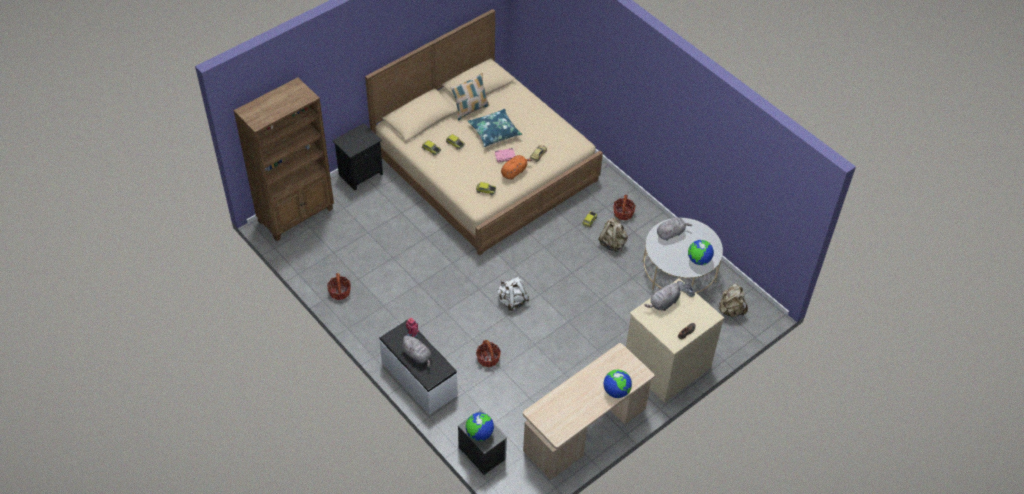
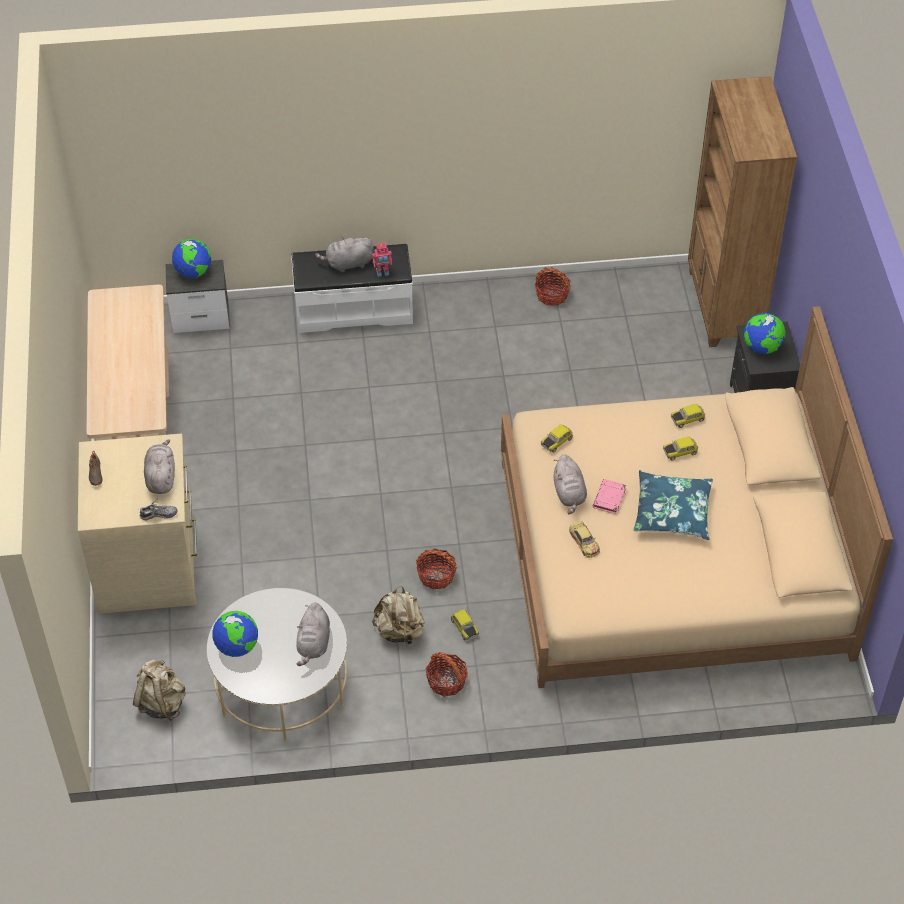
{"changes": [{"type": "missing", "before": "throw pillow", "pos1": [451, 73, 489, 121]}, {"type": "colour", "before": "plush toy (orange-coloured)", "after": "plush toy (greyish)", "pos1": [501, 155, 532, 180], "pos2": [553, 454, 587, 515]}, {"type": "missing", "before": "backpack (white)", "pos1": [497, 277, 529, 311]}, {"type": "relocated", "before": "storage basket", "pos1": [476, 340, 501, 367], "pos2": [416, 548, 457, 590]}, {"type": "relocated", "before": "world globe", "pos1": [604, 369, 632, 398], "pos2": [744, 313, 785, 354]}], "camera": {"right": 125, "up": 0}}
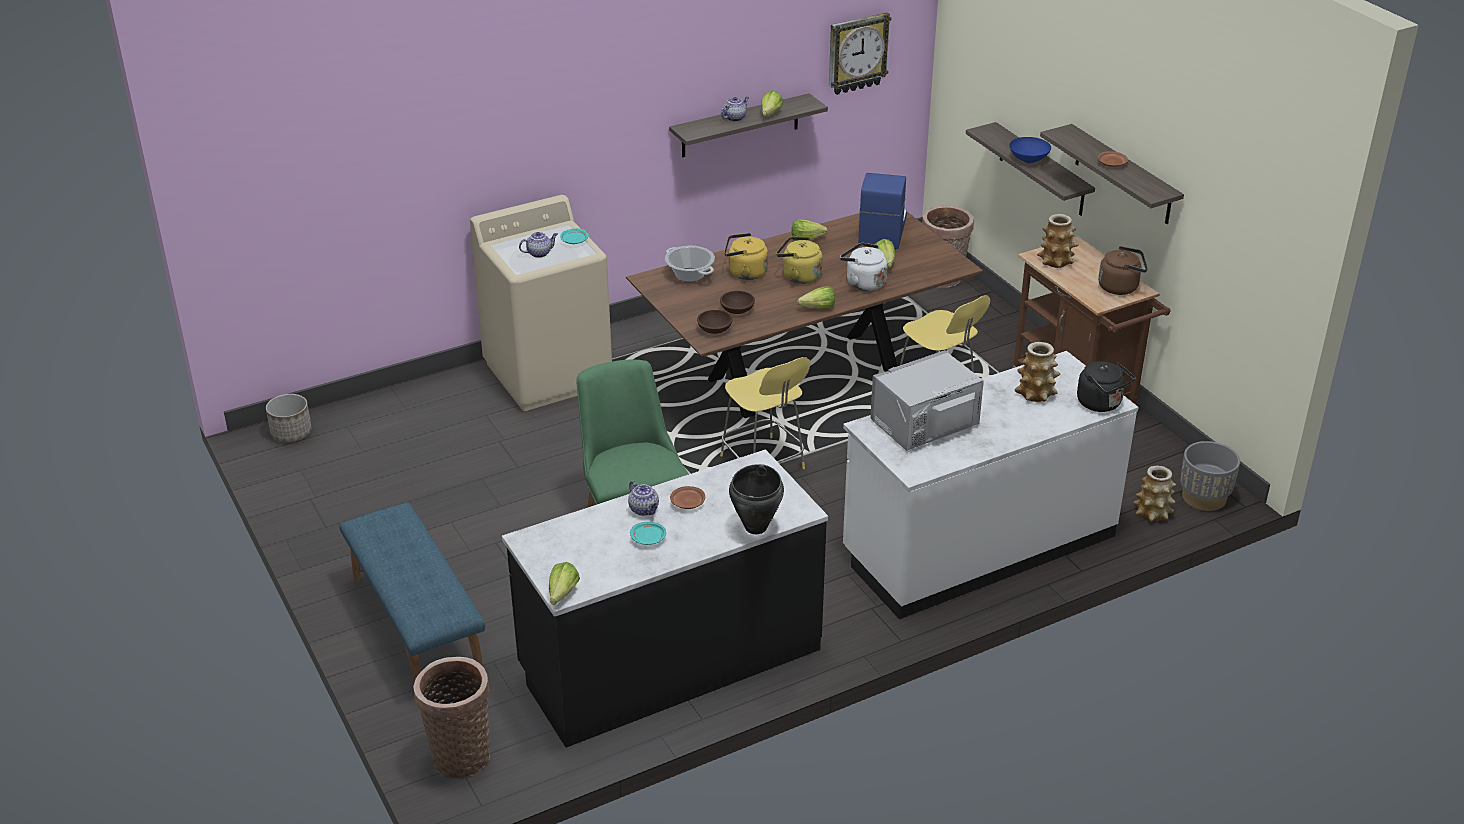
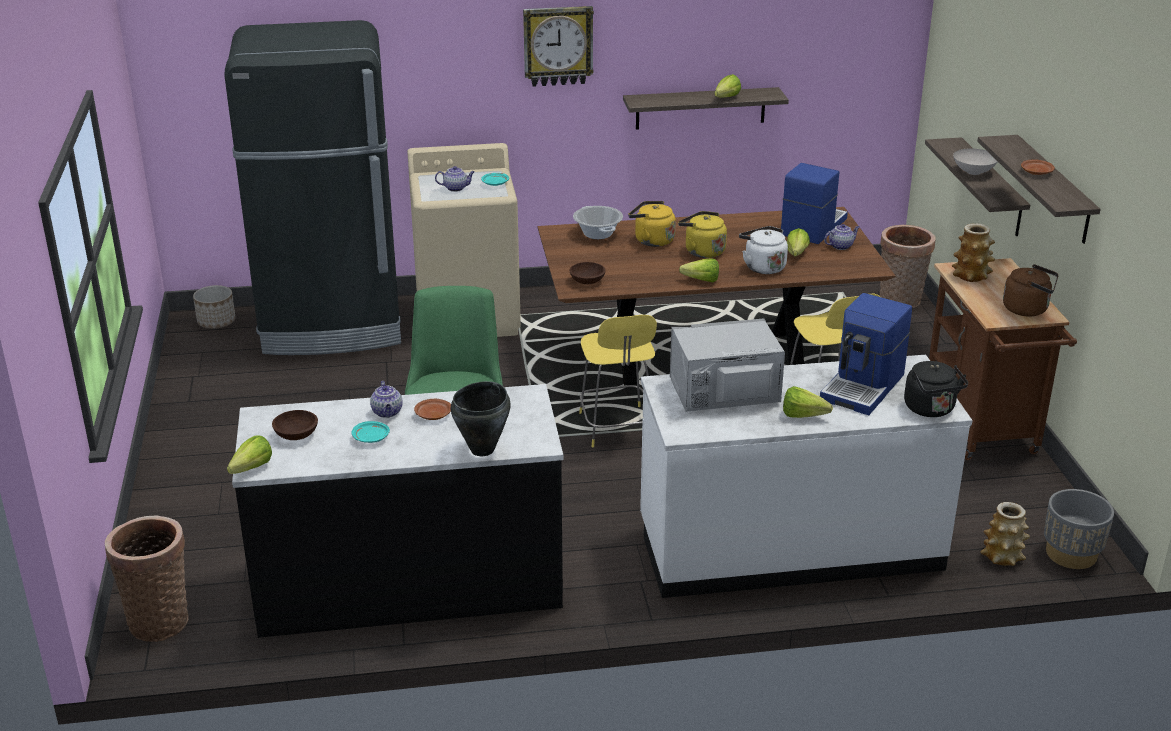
{"changes": [{"type": "relocated", "before": "clock on the wall", "pos1": [829, 12, 891, 95], "pos2": [523, 6, 594, 87]}, {"type": "relocated", "before": "tea pot", "pos1": [721, 97, 749, 122], "pos2": [824, 224, 860, 250]}, {"type": "colour", "before": "deep dish (blue-coloured)", "after": "deep dish (white)", "pos1": [1009, 137, 1051, 163], "pos2": [953, 148, 998, 175]}, {"type": "relocated", "before": "lettuce head", "pos1": [792, 219, 828, 241], "pos2": [783, 386, 833, 418]}, {"type": "relocated", "before": "deep dish (brown)", "pos1": [720, 291, 755, 314], "pos2": [272, 410, 318, 440]}, {"type": "exchanged", "before": "flower vase", "after": "coffee maker", "pos1": [1014, 342, 1060, 402], "pos2": [820, 293, 912, 415]}, {"type": "missing", "before": "bench (blue-coloured)", "pos1": [339, 502, 485, 682]}, {"type": "appeared", "after": "kitchen fridge (black)", "pos2": [224, 20, 401, 355]}], "camera": {"right": 20, "up": -5}}
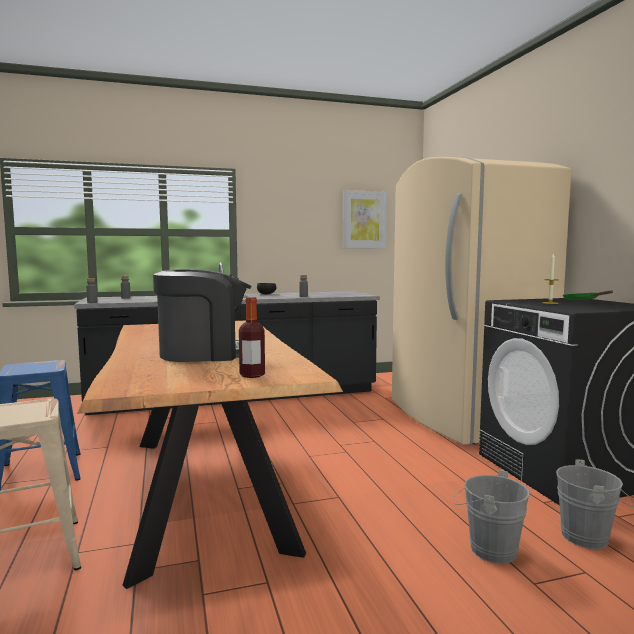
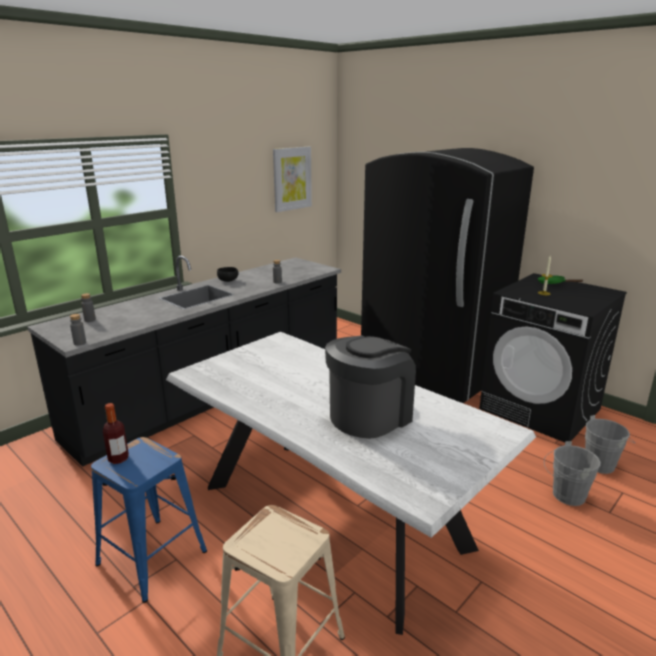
{"changes": [{"type": "colour", "before": "kitchen fridge (sand-coloured)", "after": "kitchen fridge (black)", "pos1": [392, 157, 571, 445], "pos2": [361, 148, 534, 403]}, {"type": "relocated", "before": "beverage bottle", "pos1": [239, 297, 265, 378], "pos2": [103, 403, 129, 464]}, {"type": "colour", "before": "dining table (brown)", "after": "dining table (white)", "pos1": [77, 320, 343, 589], "pos2": [166, 332, 536, 635]}], "camera": {"right": -30, "up": 15}}
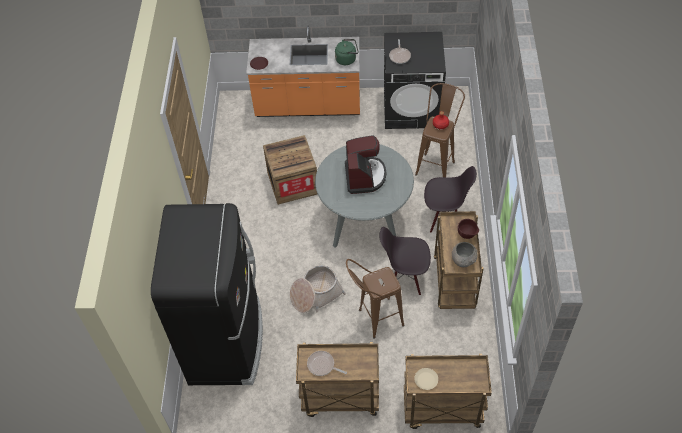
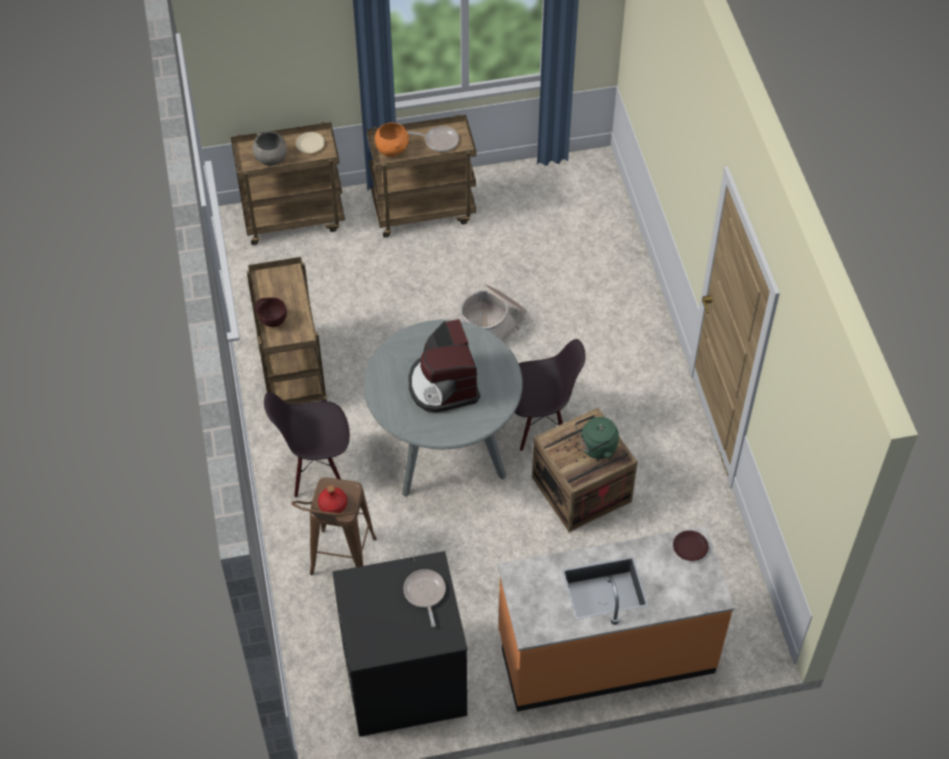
{"changes": [{"type": "relocated", "before": "tea kettle (greenish)", "pos1": [335, 39, 358, 65], "pos2": [575, 415, 619, 459]}, {"type": "missing", "before": "kitchen fridge (black)", "pos1": [151, 203, 263, 385]}, {"type": "relocated", "before": "upright chair (black)", "pos1": [379, 227, 431, 295], "pos2": [514, 339, 585, 452]}, {"type": "relocated", "before": "deep dish (greyish)", "pos1": [452, 242, 477, 267], "pos2": [252, 131, 287, 166]}, {"type": "missing", "before": "stool seat (brown)", "pos1": [346, 259, 404, 339]}, {"type": "appeared", "after": "deep dish (orange-coloured)", "pos2": [375, 123, 409, 157]}], "camera": {"right": 165, "up": 0}}
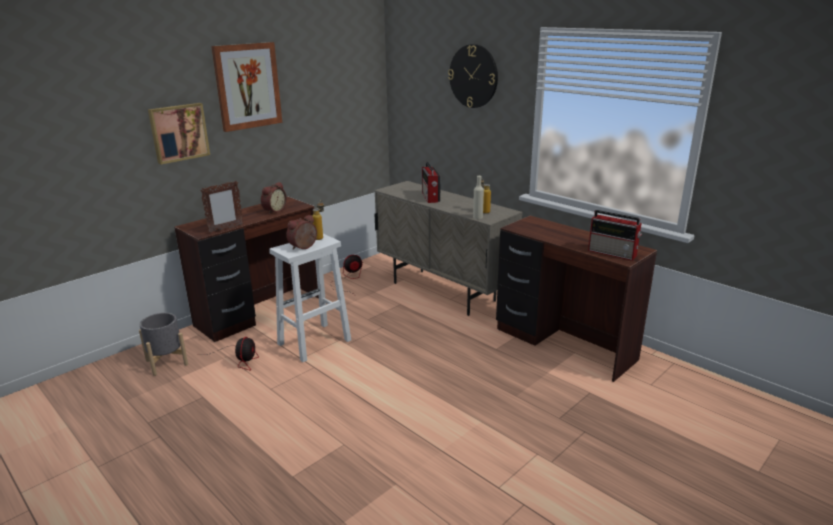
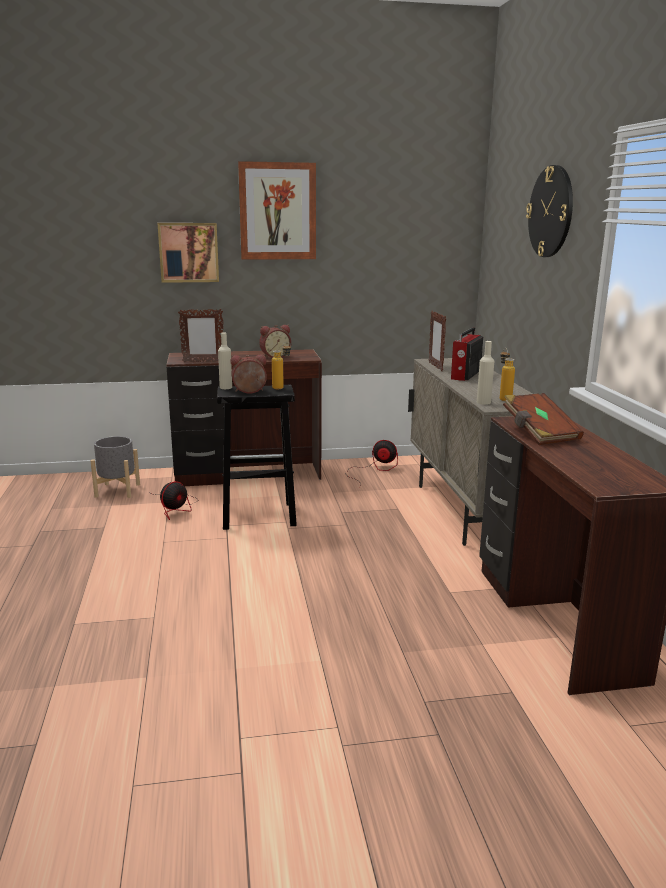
{"changes": [{"type": "missing", "before": "radio receiver", "pos1": [588, 210, 642, 261]}, {"type": "colour", "before": "stool seat (white)", "after": "stool seat (black)", "pos1": [269, 234, 351, 362], "pos2": [217, 385, 297, 530]}, {"type": "appeared", "after": "standing frame", "pos2": [429, 311, 446, 371]}, {"type": "appeared", "after": "beverage bottle (sand-coloured)", "pos2": [218, 332, 232, 389]}, {"type": "appeared", "after": "volume (brown)", "pos2": [503, 393, 584, 445]}], "camera": {"right": 35, "up": -5}}
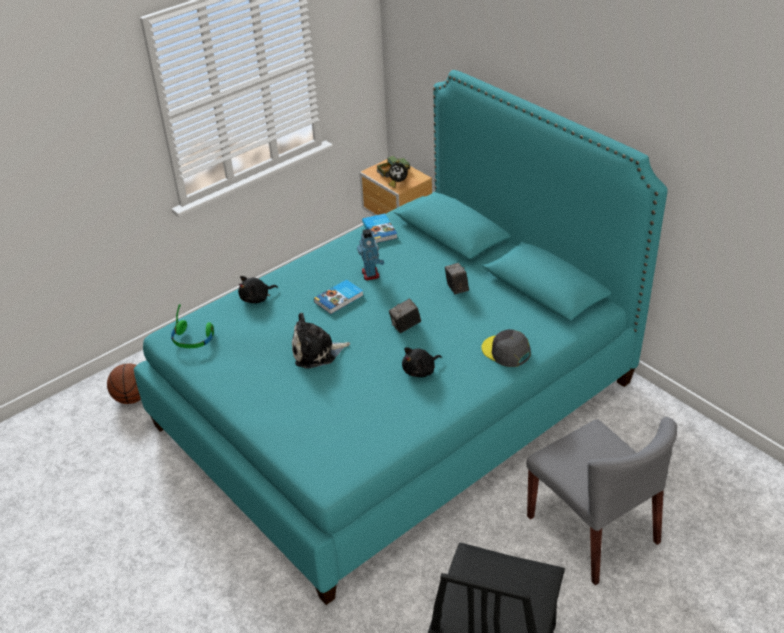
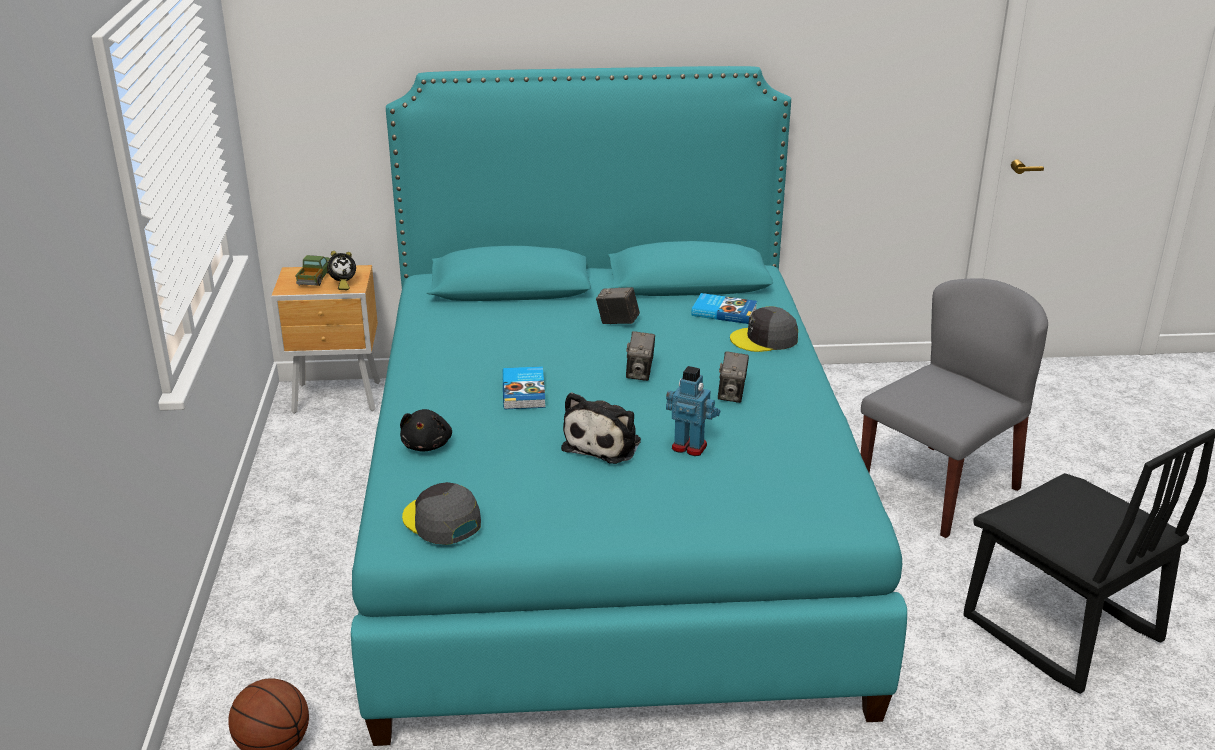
{"changes": [{"type": "relocated", "before": "volume", "pos1": [362, 213, 398, 243], "pos2": [692, 293, 757, 324]}, {"type": "relocated", "before": "toy robot", "pos1": [357, 229, 384, 281], "pos2": [666, 366, 720, 456]}, {"type": "exchanged", "before": "headphones (greenish)", "after": "peaked cap (greyish)", "pos1": [171, 304, 214, 348], "pos2": [402, 482, 481, 545]}, {"type": "exchanged", "before": "plush toy (black)", "after": "photo camera", "pos1": [402, 347, 442, 377], "pos2": [718, 351, 749, 403]}, {"type": "spun", "before": "upright chair (greyish)", "pos1": [526, 417, 677, 585], "pos2": [861, 278, 1048, 538], "turn": -45}], "camera": {"right": -55, "up": -10}}
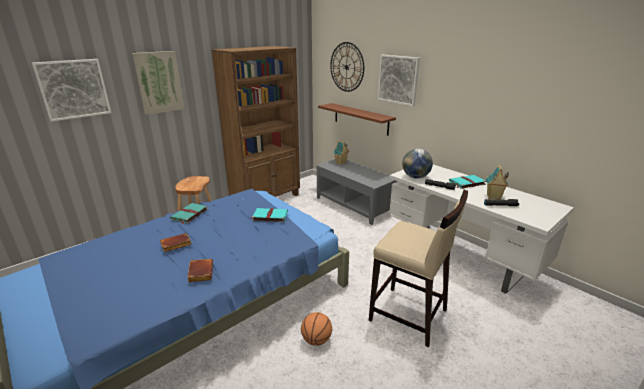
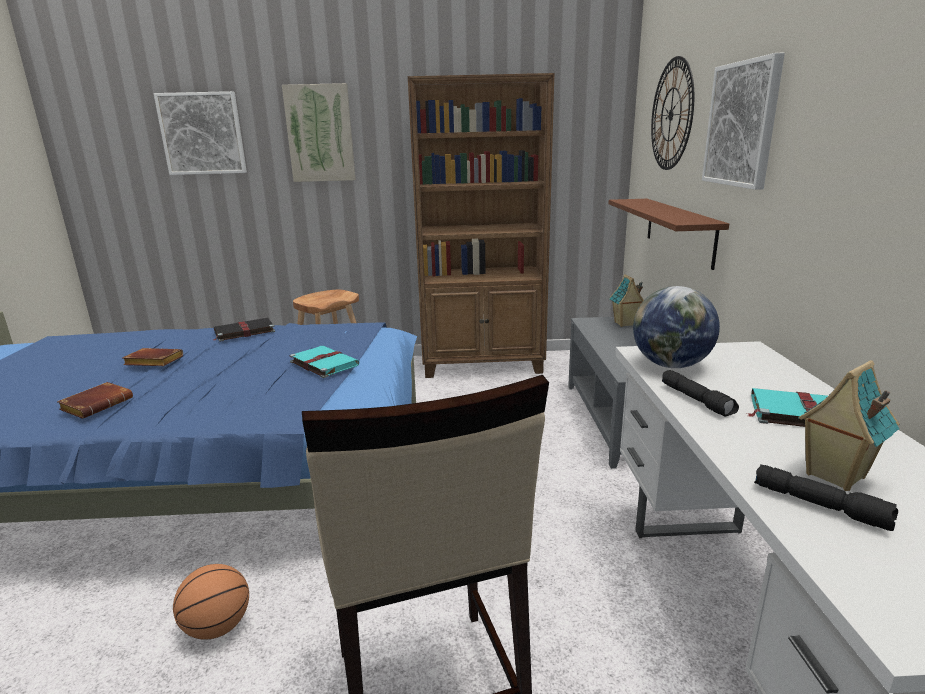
{"changes": [{"type": "colour", "before": "volume (turquoise-coloured)", "after": "volume (black)", "pos1": [170, 203, 208, 224], "pos2": [212, 318, 275, 342]}], "camera": {"right": 40, "up": -5}}
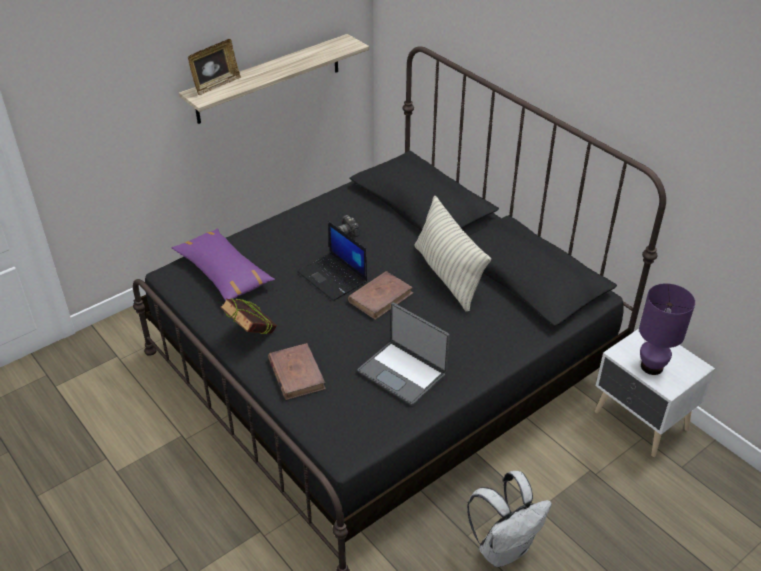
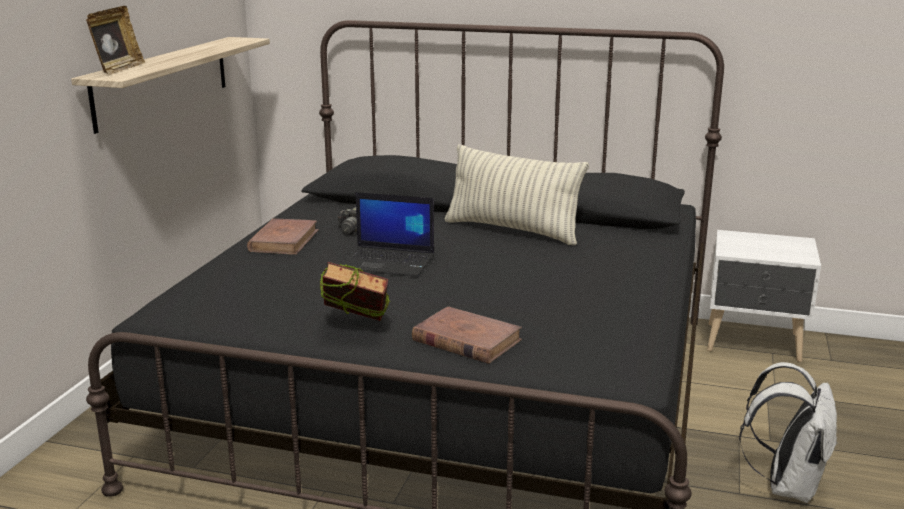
{"changes": [{"type": "missing", "before": "throw pillow (purple-coloured)", "pos1": [172, 229, 275, 301]}, {"type": "relocated", "before": "volume (brown)", "pos1": [348, 271, 413, 320], "pos2": [247, 218, 319, 255]}, {"type": "missing", "before": "lamp for a table (purple-coloured)", "pos1": [639, 283, 695, 375]}, {"type": "missing", "before": "notebook computer", "pos1": [357, 303, 450, 406]}], "camera": {"right": -35, "up": -20}}
